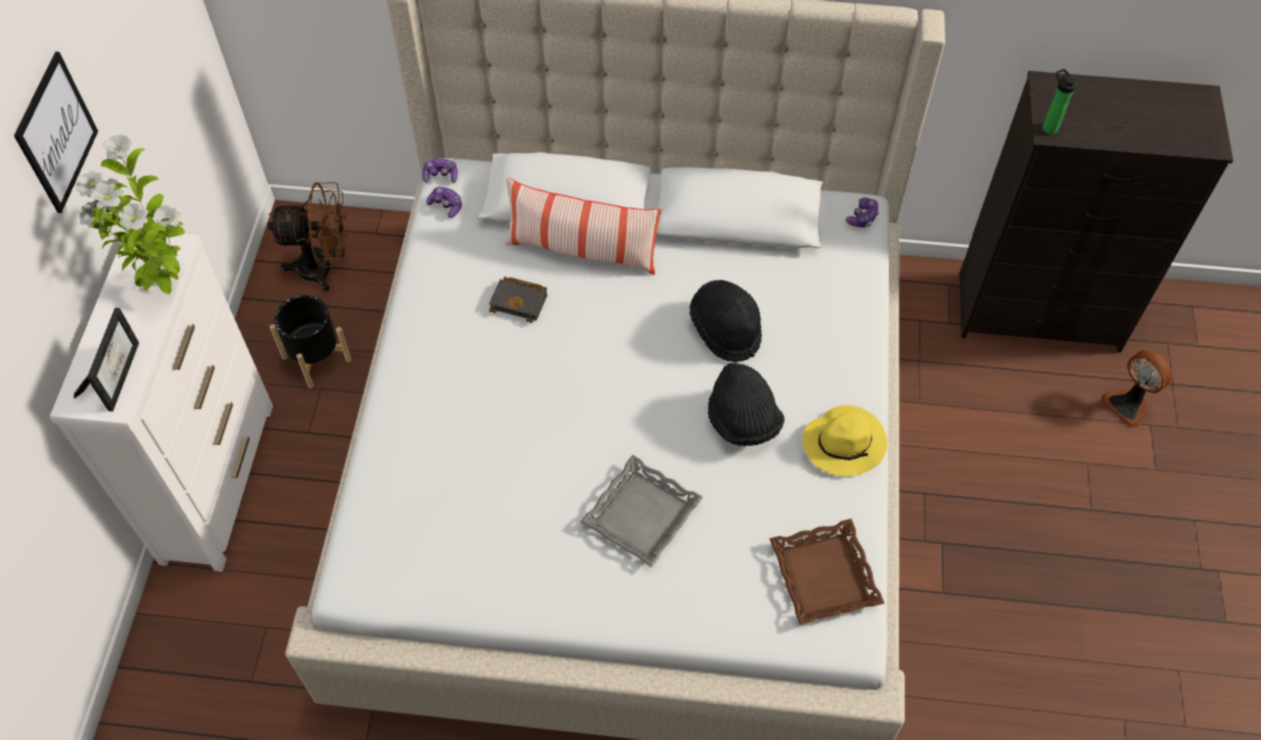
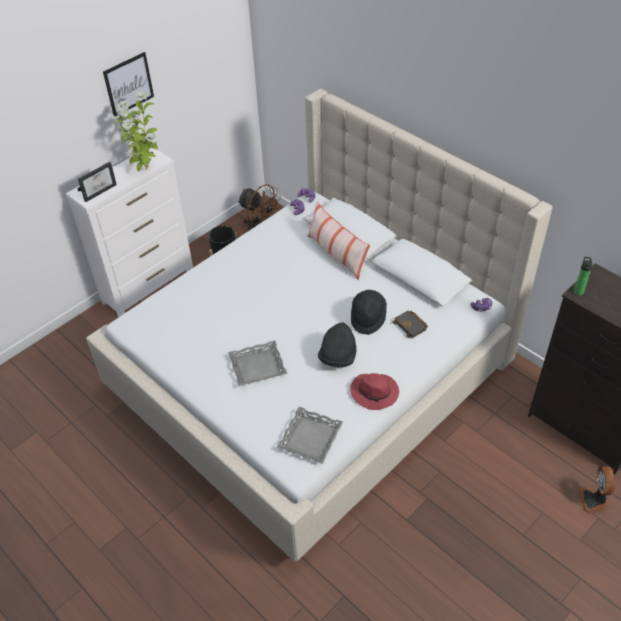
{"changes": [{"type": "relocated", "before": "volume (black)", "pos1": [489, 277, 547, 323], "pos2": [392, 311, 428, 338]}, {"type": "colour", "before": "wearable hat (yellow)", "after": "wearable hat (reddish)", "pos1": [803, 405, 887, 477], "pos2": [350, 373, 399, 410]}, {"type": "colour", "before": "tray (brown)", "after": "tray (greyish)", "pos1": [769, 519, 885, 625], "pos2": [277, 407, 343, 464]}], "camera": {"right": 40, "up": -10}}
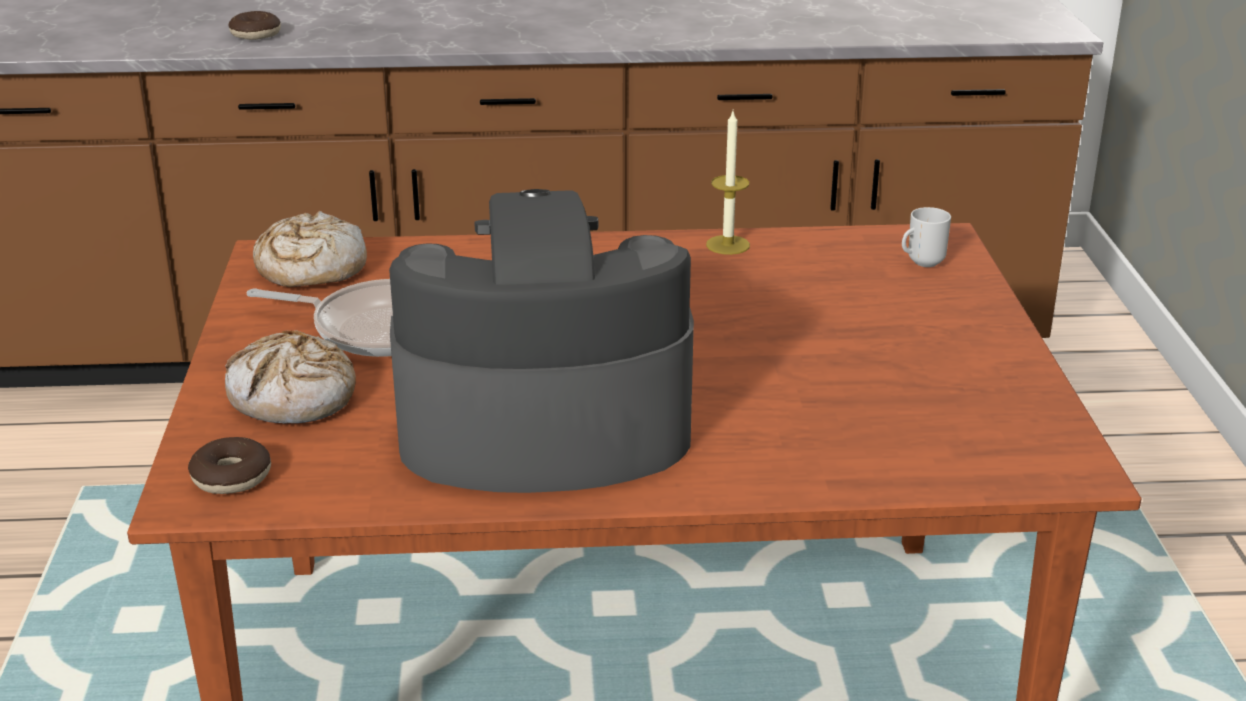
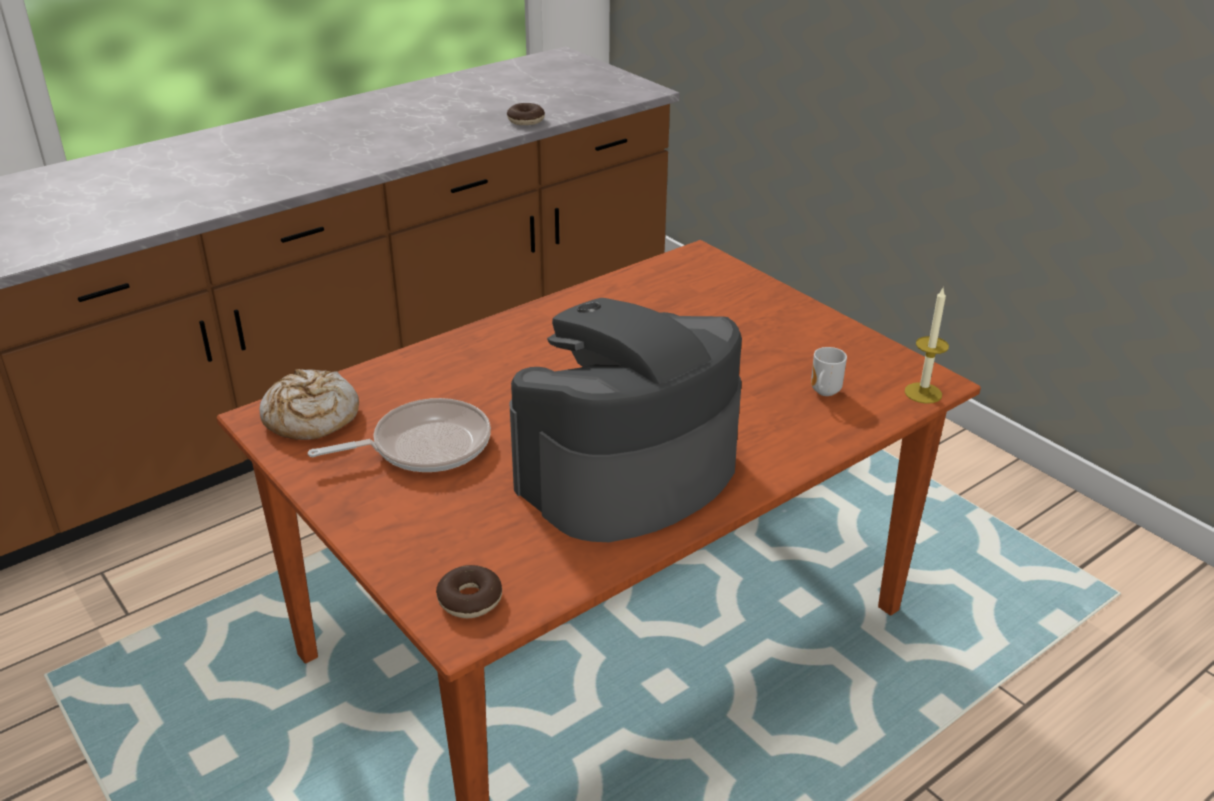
{"changes": [{"type": "relocated", "before": "doughnut", "pos1": [228, 11, 281, 40], "pos2": [507, 103, 545, 125]}, {"type": "relocated", "before": "candle", "pos1": [706, 111, 750, 255], "pos2": [905, 288, 949, 404]}, {"type": "relocated", "before": "tea mug", "pos1": [902, 207, 951, 267], "pos2": [811, 347, 847, 396]}, {"type": "missing", "before": "bakery bread", "pos1": [225, 331, 356, 423]}], "camera": {"right": -35, "up": 5}}
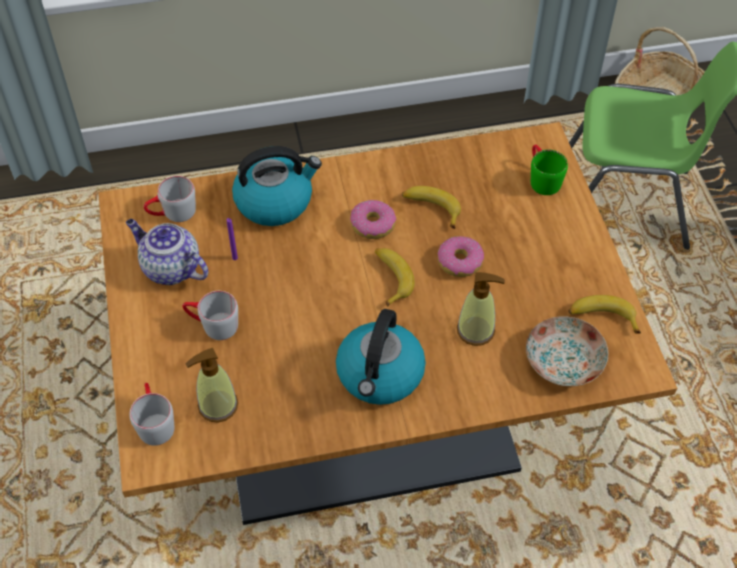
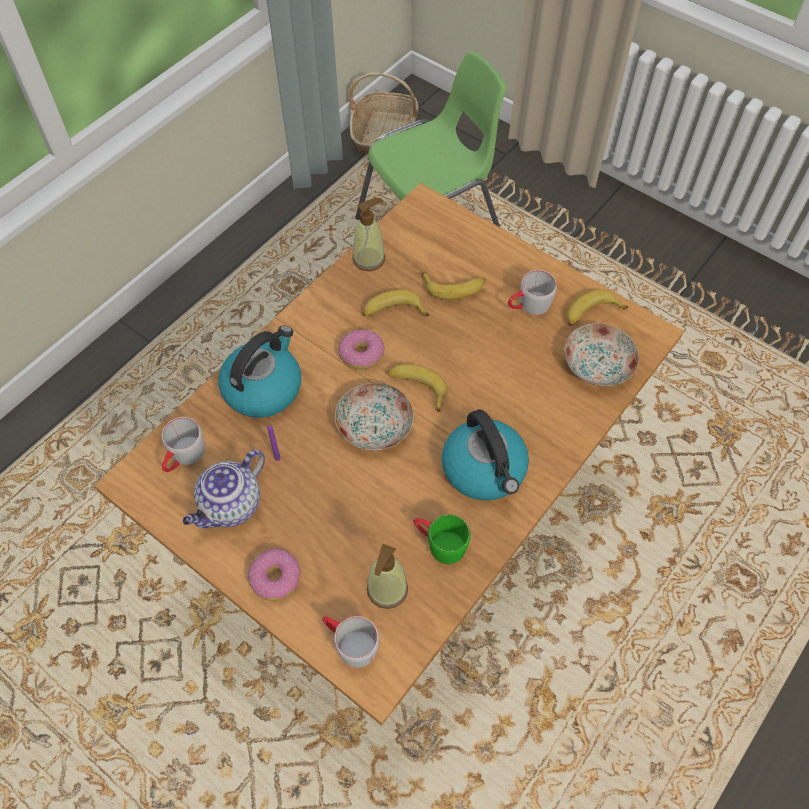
{"changes": [{"type": "relocated", "before": "tea mug (greenish)", "pos1": [531, 144, 568, 195], "pos2": [413, 514, 471, 564]}, {"type": "spun", "before": "tea pot", "pos1": [126, 219, 208, 285], "pos2": [183, 450, 265, 528], "turn": -45}, {"type": "relocated", "before": "doughnut", "pos1": [438, 236, 484, 277], "pos2": [248, 549, 301, 601]}, {"type": "relocated", "before": "soap bottle", "pos1": [457, 272, 505, 346], "pos2": [352, 198, 385, 271]}, {"type": "relocated", "before": "tea mug (greyish)", "pos1": [182, 291, 238, 340], "pos2": [508, 270, 557, 315]}, {"type": "appeared", "after": "banana", "pos2": [421, 272, 486, 300]}, {"type": "appeared", "after": "dinner plate", "pos2": [335, 383, 414, 450]}], "camera": {"right": -40, "up": 5}}
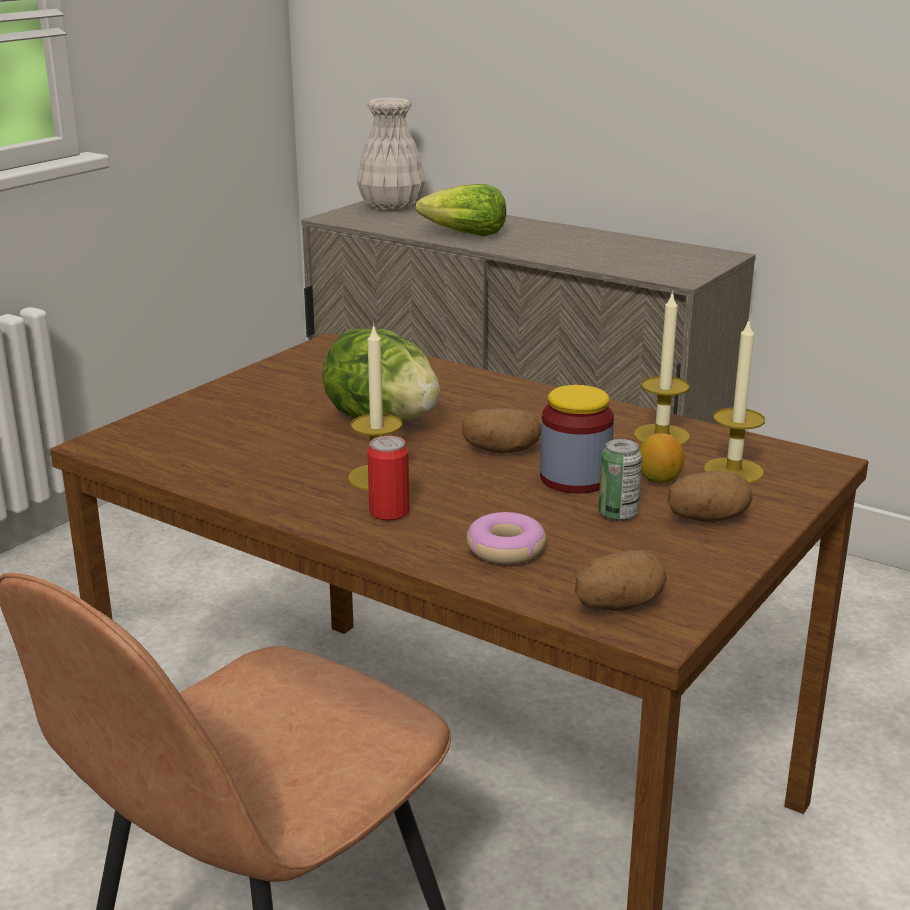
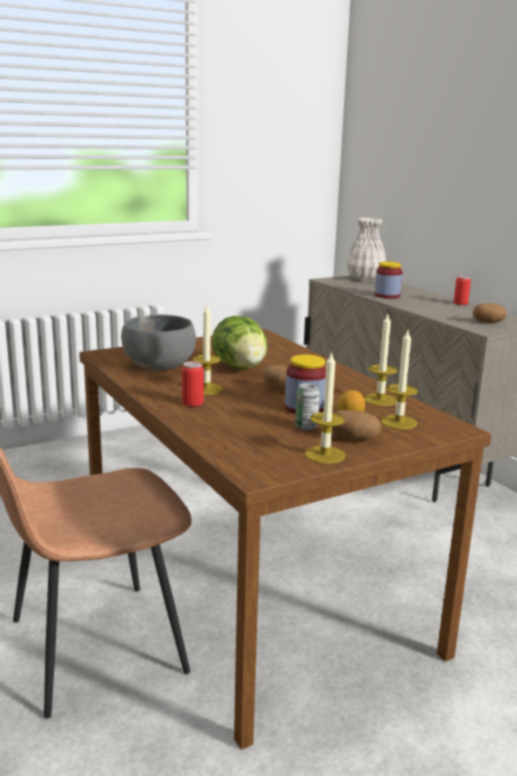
{"changes": [{"type": "exchanged", "before": "lettuce head", "after": "preserve jar", "pos1": [416, 184, 506, 236], "pos2": [375, 262, 403, 299]}, {"type": "missing", "before": "doughnut", "pos1": [466, 512, 546, 564]}, {"type": "relocated", "before": "spud", "pos1": [575, 550, 667, 611], "pos2": [473, 303, 507, 323]}, {"type": "appeared", "after": "sealed can", "pos2": [454, 276, 471, 305]}, {"type": "appeared", "after": "deep dish (greyish)", "pos2": [121, 314, 196, 371]}, {"type": "appeared", "after": "candle", "pos2": [305, 351, 345, 464]}], "camera": {"right": 25, "up": -5}}
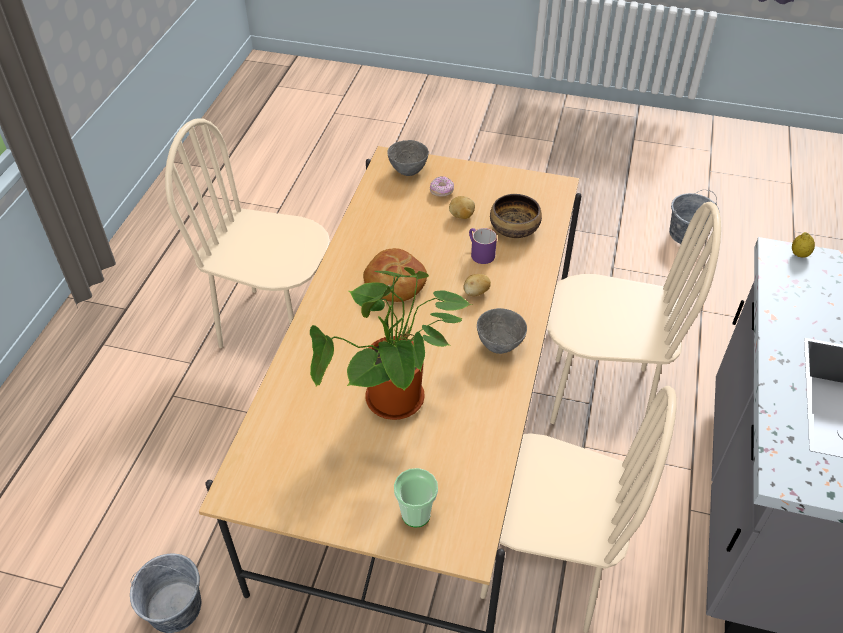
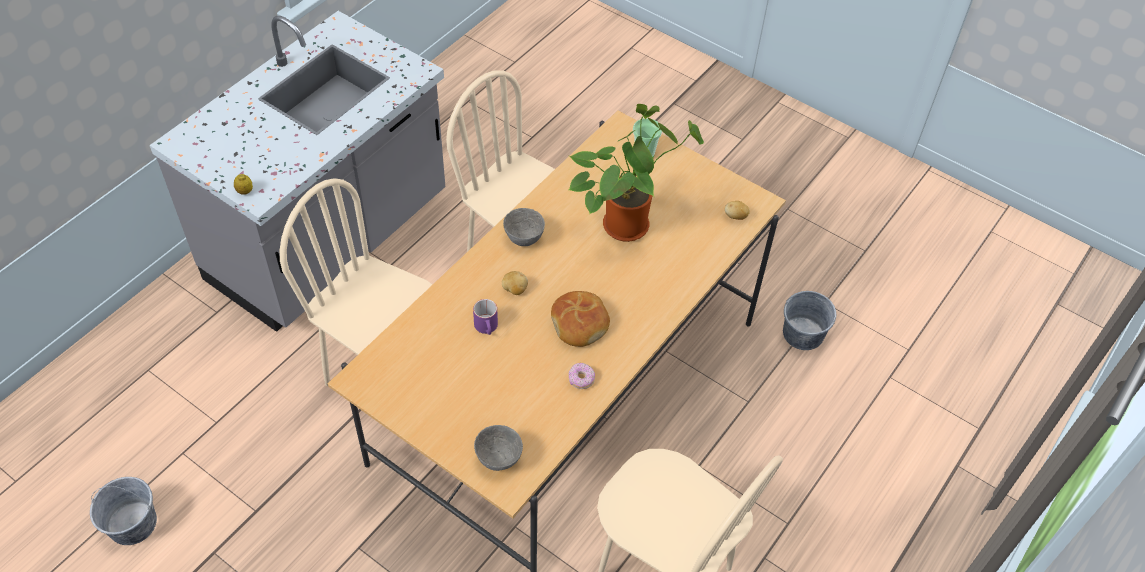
{"changes": [{"type": "relocated", "before": "doughnut", "pos1": [430, 176, 454, 197], "pos2": [568, 363, 595, 389]}, {"type": "missing", "before": "deep dish", "pos1": [490, 194, 542, 238]}, {"type": "relocated", "before": "spud", "pos1": [449, 196, 475, 219], "pos2": [725, 201, 750, 220]}], "camera": {"right": -160, "up": 5}}
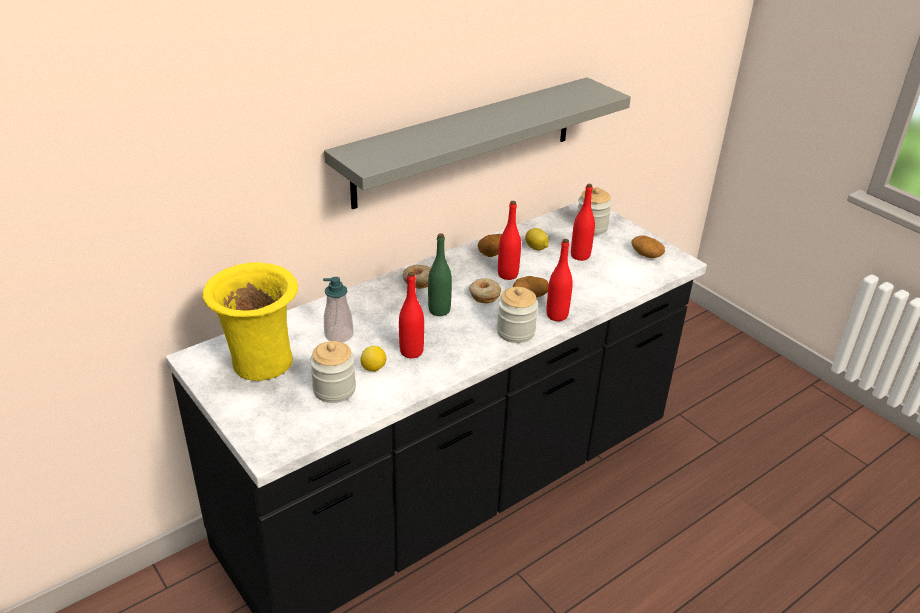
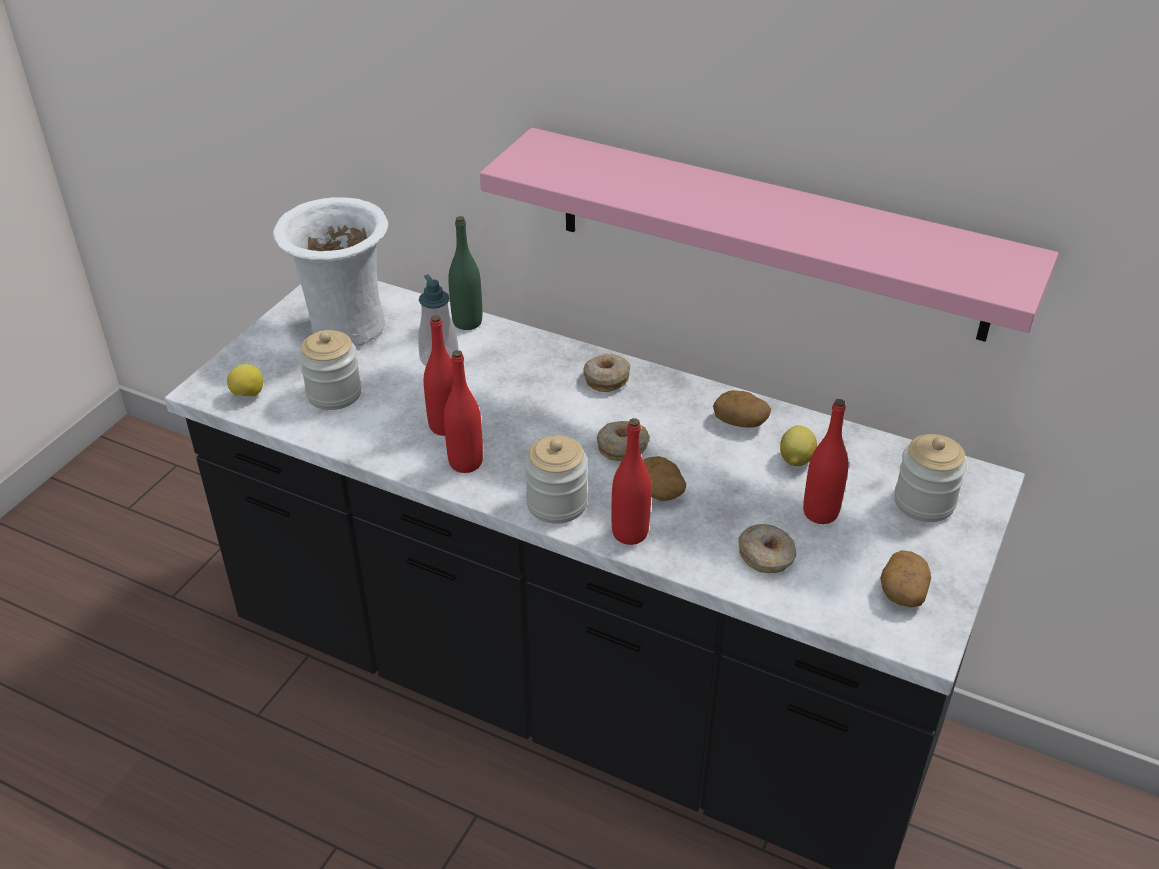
{"changes": [{"type": "colour", "before": "shelf (greyish)", "after": "shelf (pinkish)", "pos1": [324, 77, 631, 209], "pos2": [480, 128, 1059, 342]}, {"type": "relocated", "before": "beverage bottle (reddish)", "pos1": [498, 201, 521, 280], "pos2": [444, 350, 483, 473]}, {"type": "relocated", "before": "beverage bottle (greenish)", "pos1": [428, 233, 452, 316], "pos2": [448, 216, 482, 330]}, {"type": "colour", "before": "flower vase (yellow)", "after": "flower vase (white)", "pos1": [202, 262, 298, 381], "pos2": [273, 197, 388, 346]}, {"type": "relocated", "before": "whole lemon", "pos1": [360, 346, 386, 371], "pos2": [227, 364, 263, 397]}, {"type": "appeared", "after": "doughnut", "pos2": [739, 524, 796, 573]}], "camera": {"right": 65, "up": 5}}
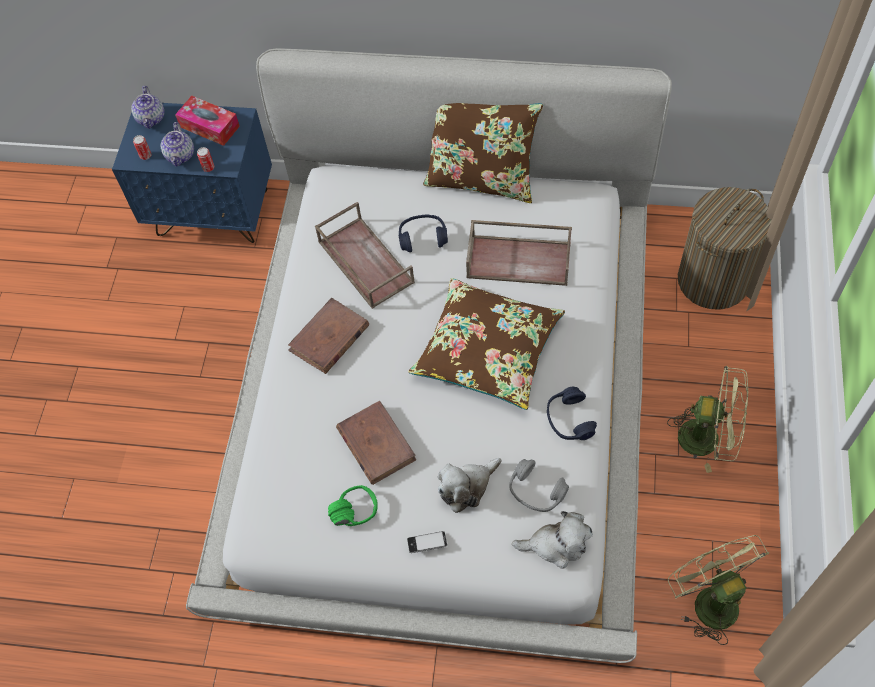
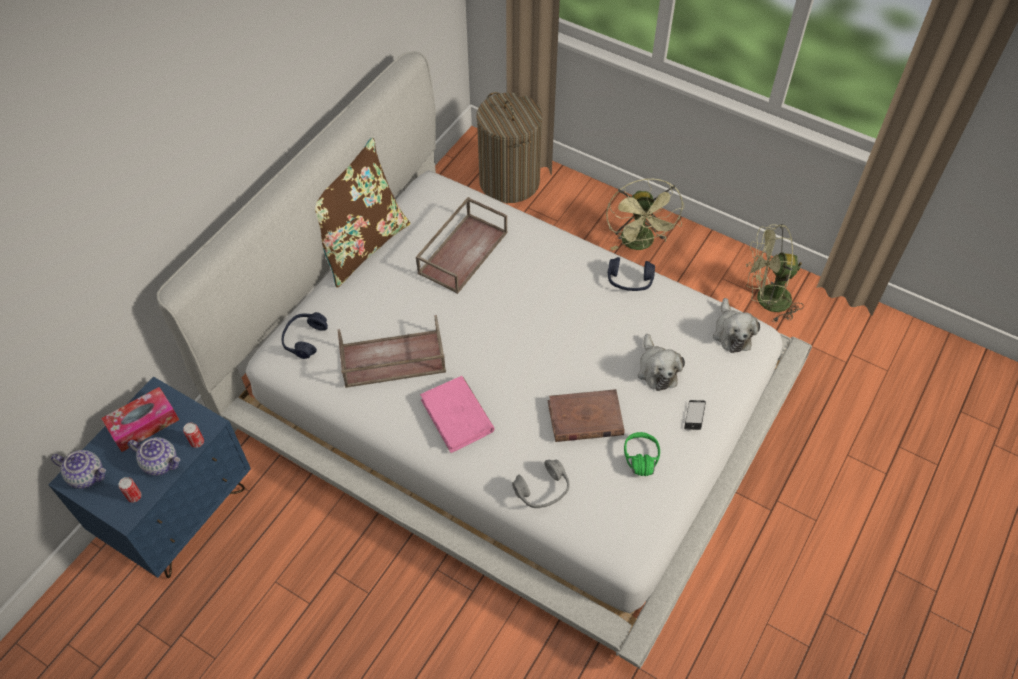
{"changes": [{"type": "relocated", "before": "headphones (blue-coloured)", "pos1": [399, 215, 448, 252], "pos2": [281, 312, 328, 359]}, {"type": "missing", "before": "throw pillow (brown)", "pos1": [408, 278, 565, 410]}, {"type": "colour", "before": "volume (brown)", "after": "volume (pinkish)", "pos1": [288, 298, 369, 374], "pos2": [420, 376, 495, 453]}, {"type": "spun", "before": "cooling fan (greenish)", "pos1": [667, 366, 748, 473], "pos2": [606, 178, 685, 251], "turn": 135}, {"type": "relocated", "before": "headphones (greyish)", "pos1": [509, 459, 569, 512], "pos2": [512, 459, 569, 508]}, {"type": "spun", "before": "plush toy", "pos1": [512, 511, 593, 569], "pos2": [713, 298, 760, 353], "turn": 150}], "camera": {"right": -70, "up": -5}}
